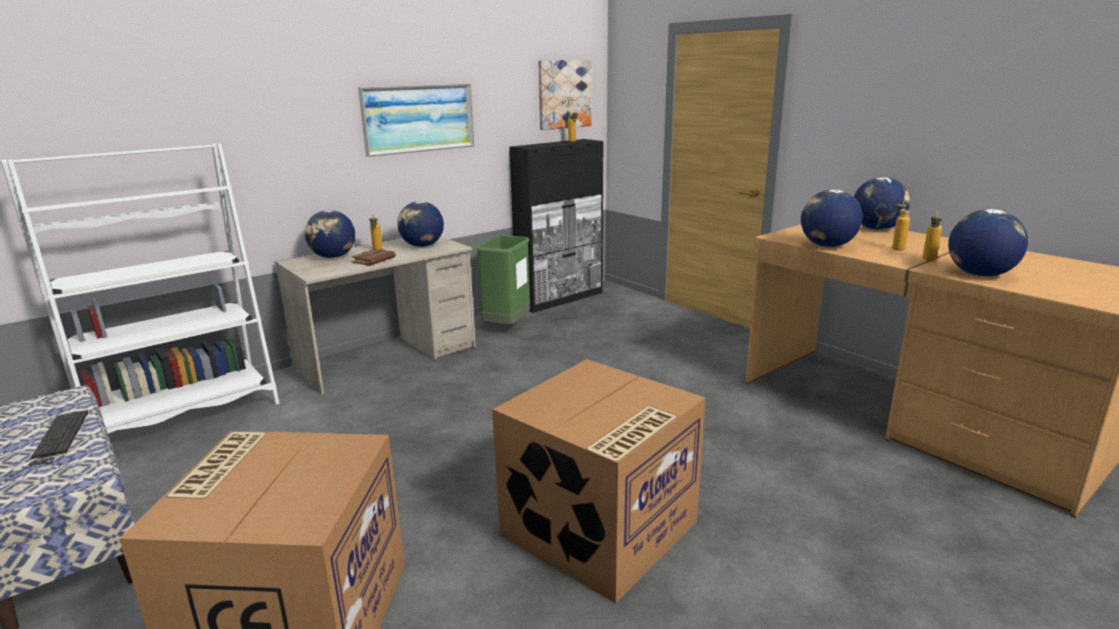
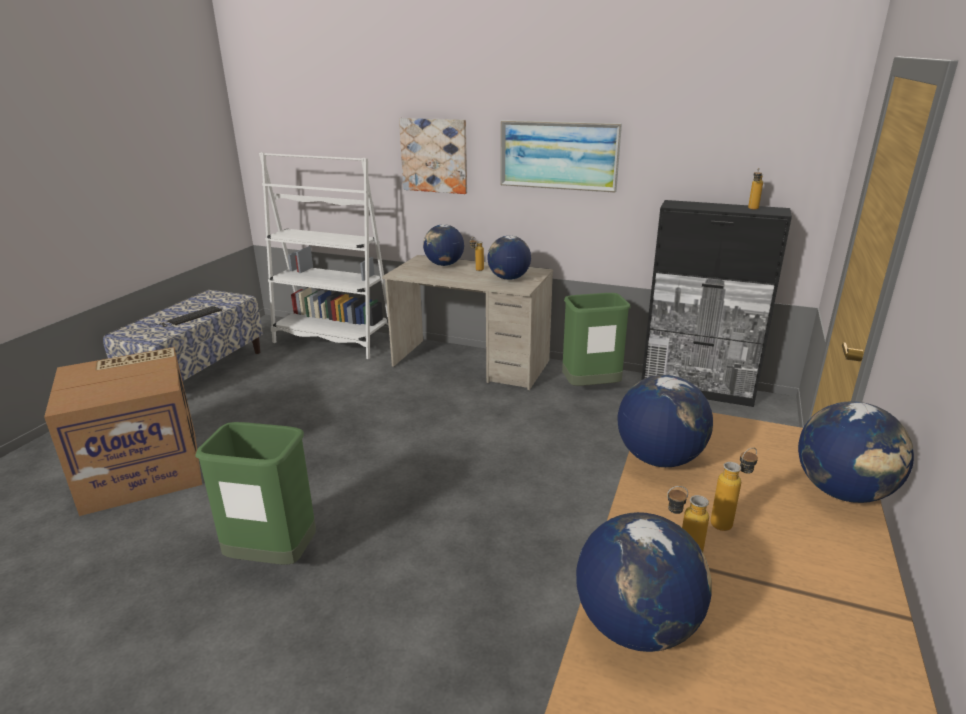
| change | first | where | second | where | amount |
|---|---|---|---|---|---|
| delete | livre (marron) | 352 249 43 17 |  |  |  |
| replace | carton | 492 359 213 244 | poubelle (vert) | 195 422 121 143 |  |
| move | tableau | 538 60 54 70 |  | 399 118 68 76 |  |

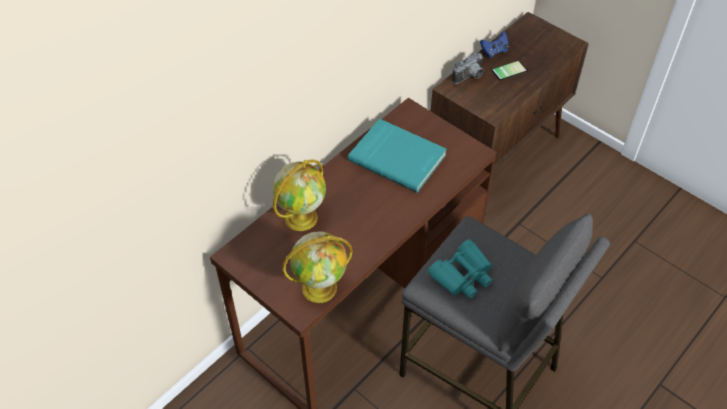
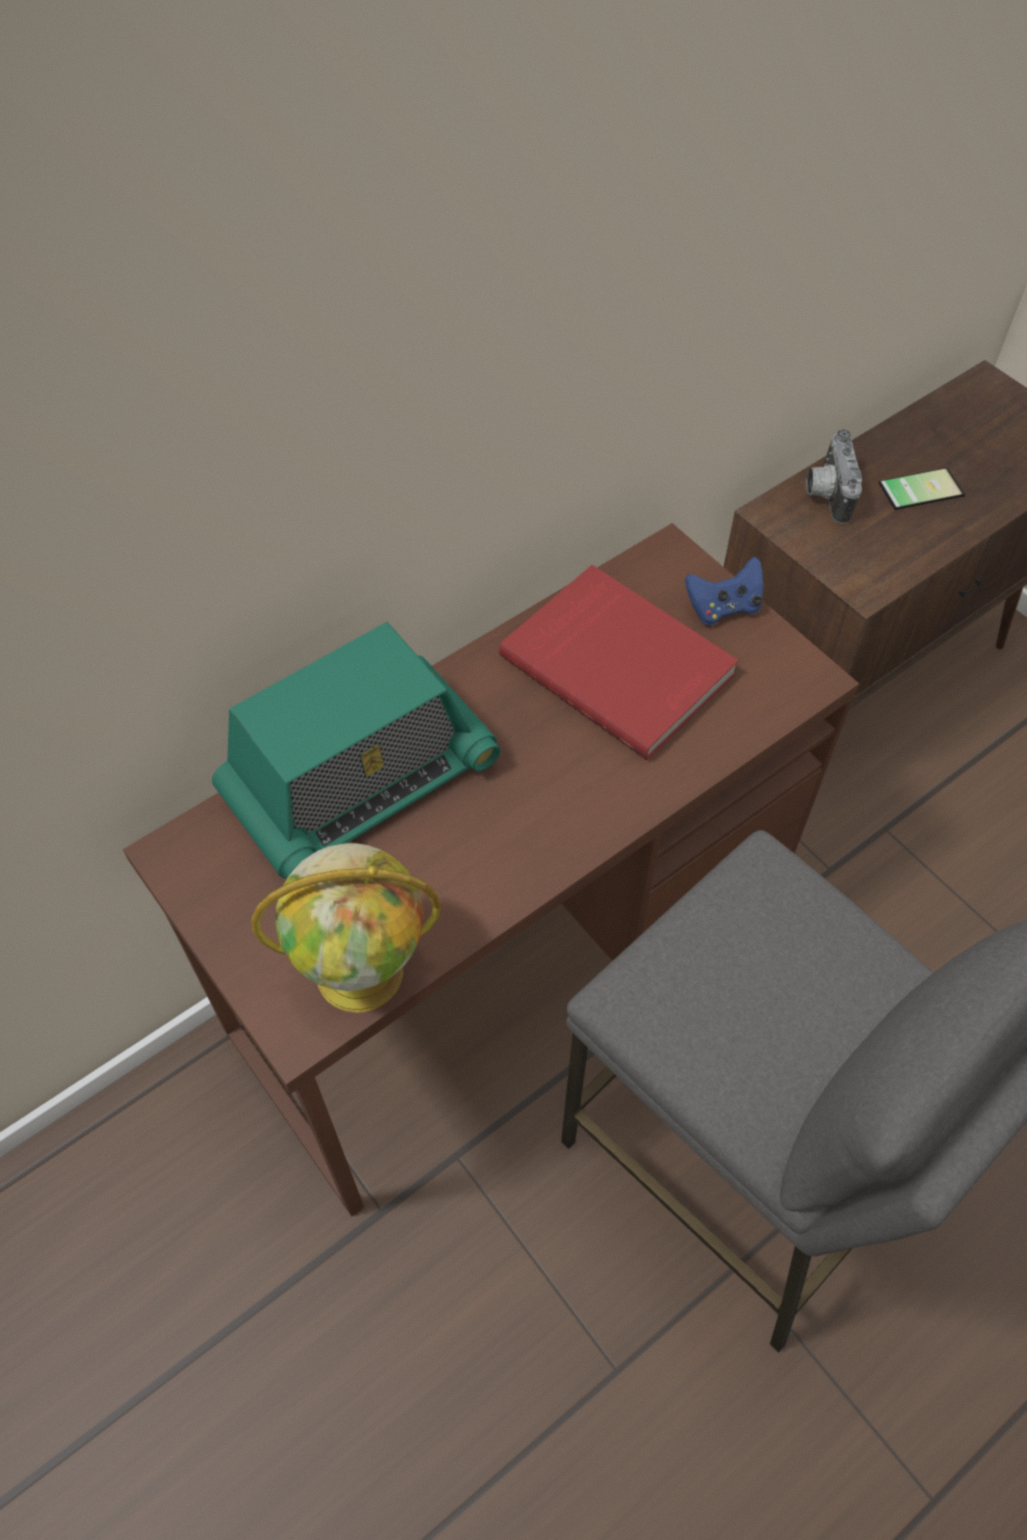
| change | first | where | second | where | amount |
|---|---|---|---|---|---|
| replace | globe | 272 159 54 72 | radio | 212 622 289 256 |  |
| recolor | livre (turquoise) | 348 119 99 74 | livre (rouge) | 499 565 240 195 |  |
| delete | jumelles (turquoise) | 428 239 64 59 |  |  |  |
| rotate | appareil photo | 452 52 31 32 |  | 806 429 56 95 | 120 degrees clockwise |
| move | manette (bleu) | 480 31 29 27 |  | 685 557 79 68 |  |

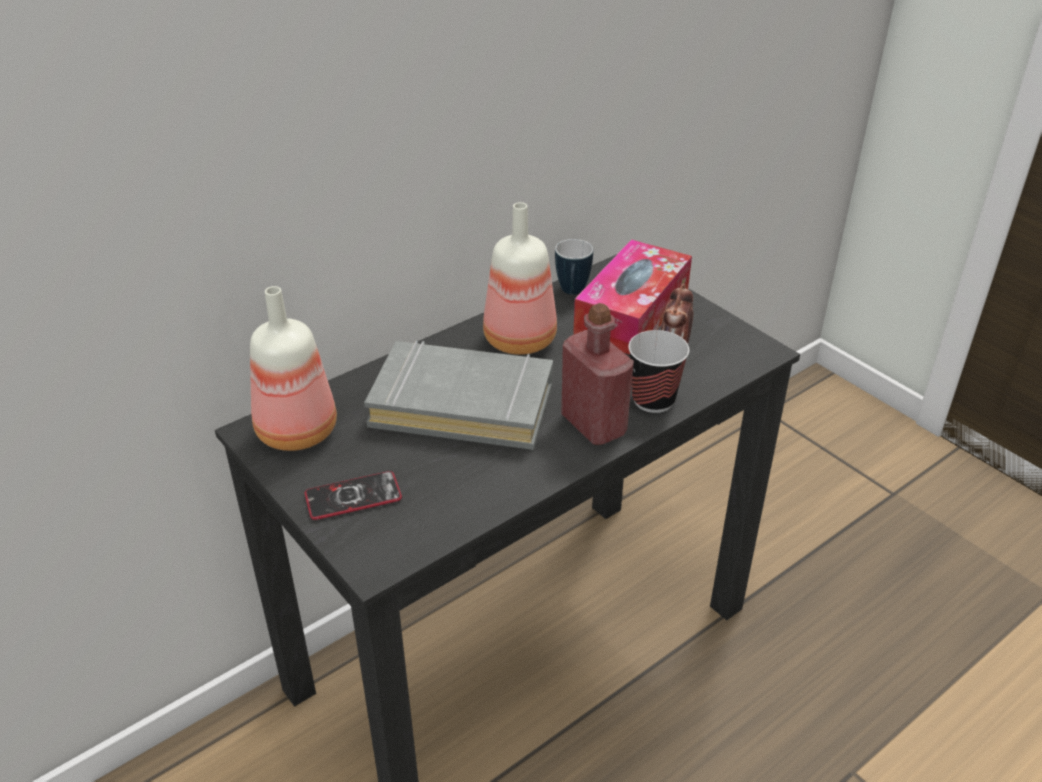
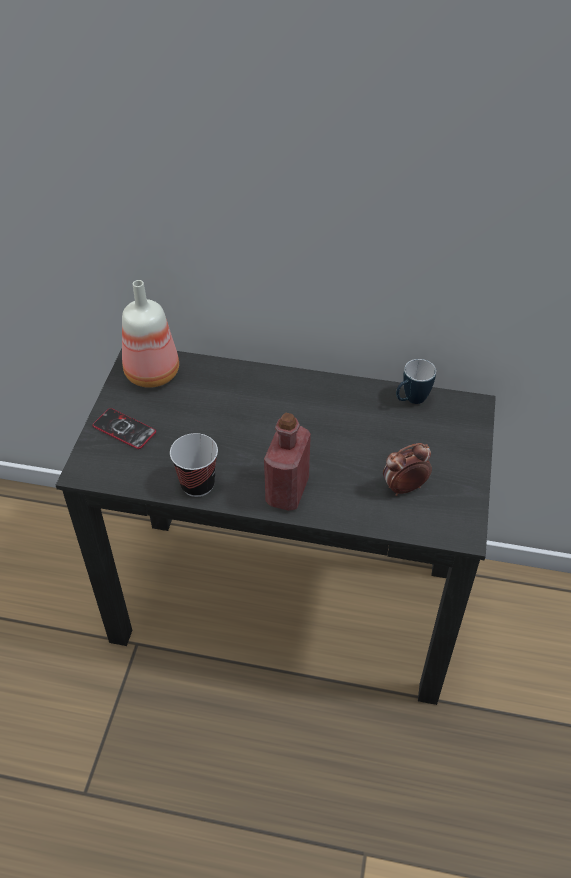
| change | first | where | second | where | amount |
|---|---|---|---|---|---|
| delete | livre (gris) | 364 340 189 110 |  |  |  |
| delete | bouteille | 483 202 74 153 |  |  |  |
| delete | boîte à mouchoirs | 573 239 119 116 |  |  |  |
| move | tasse | 628 330 61 83 |  | 170 433 48 64 |  |

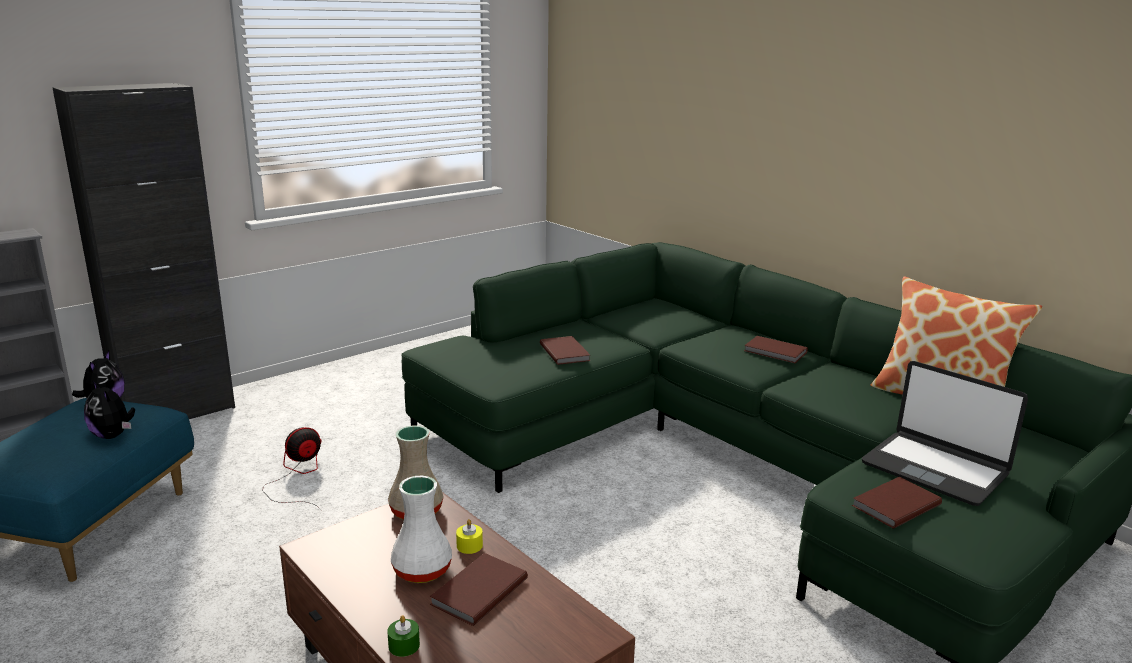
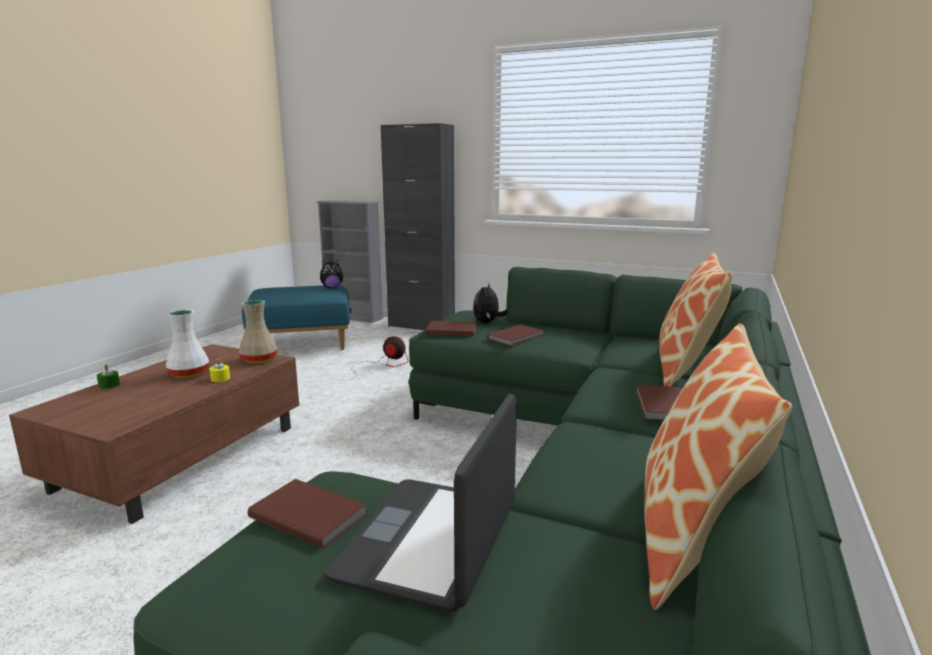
| change | first | where | second | where | amount |
|---|---|---|---|---|---|
| move | peluche | 84 380 51 59 |  | 473 282 35 41 |  |
| move | livre (marron) | 430 553 98 73 |  | 426 321 51 15 |  |
| insert |  |  | coussin | 659 253 74 134 |  |

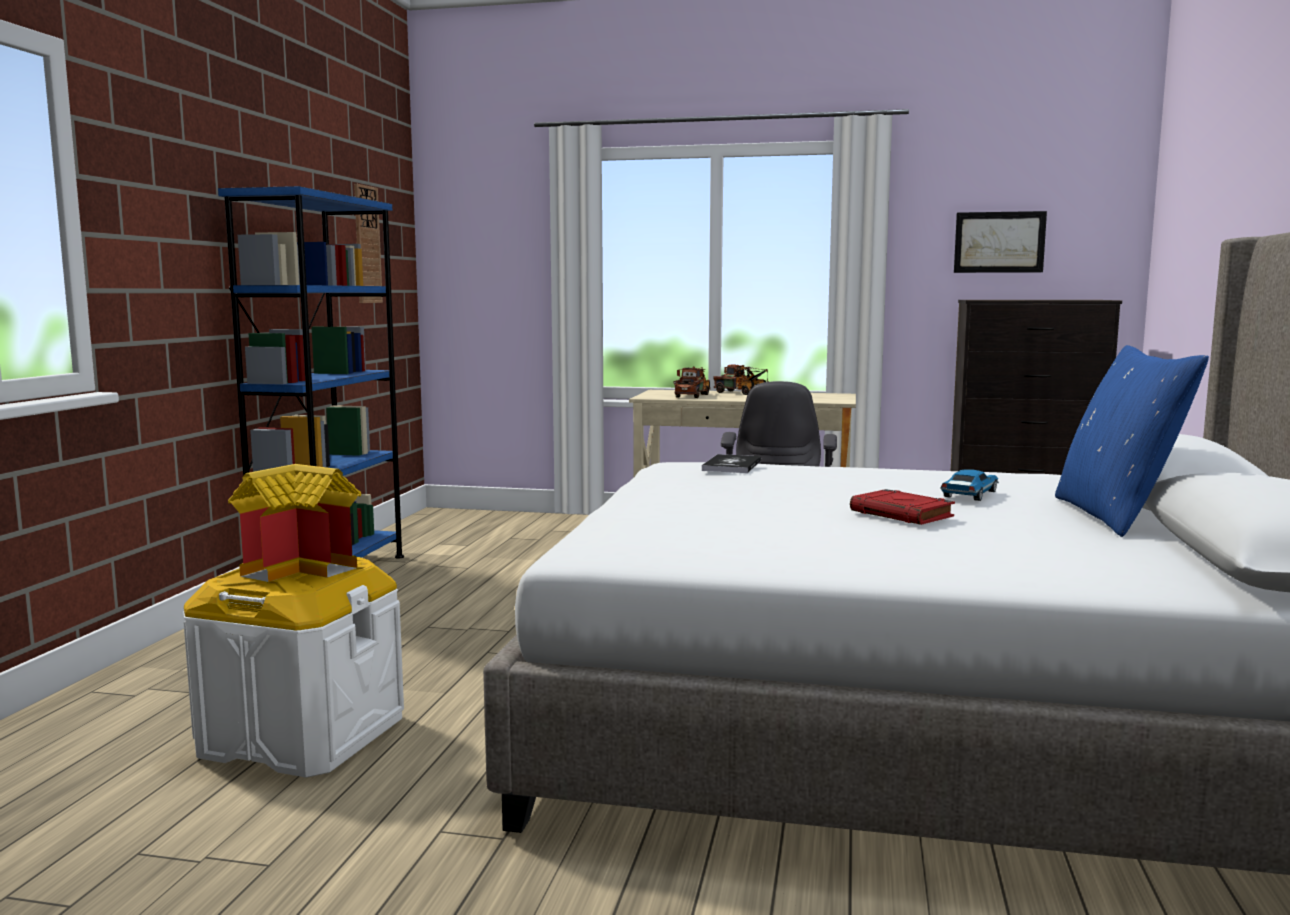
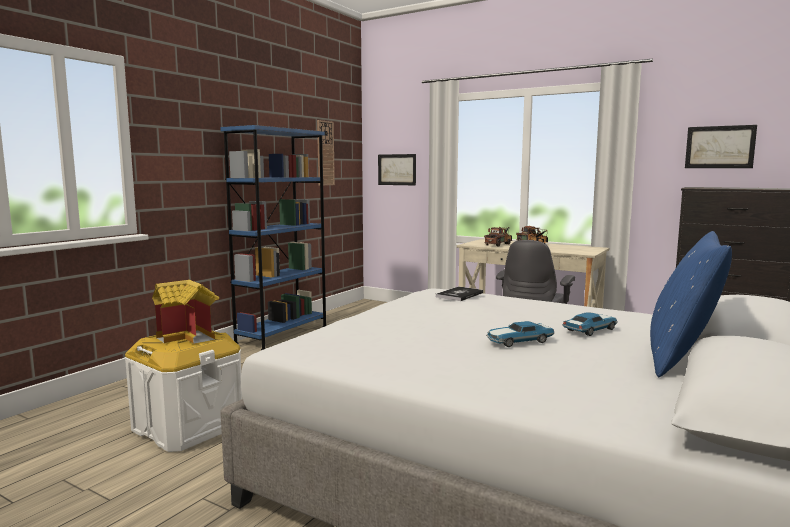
| change | first | where | second | where | amount |
|---|---|---|---|---|---|
| replace | livre (rouge) | 850 489 105 36 | petite voiture | 486 321 69 26 |  |
| insert |  |  | tableau | 378 154 38 31 |  |

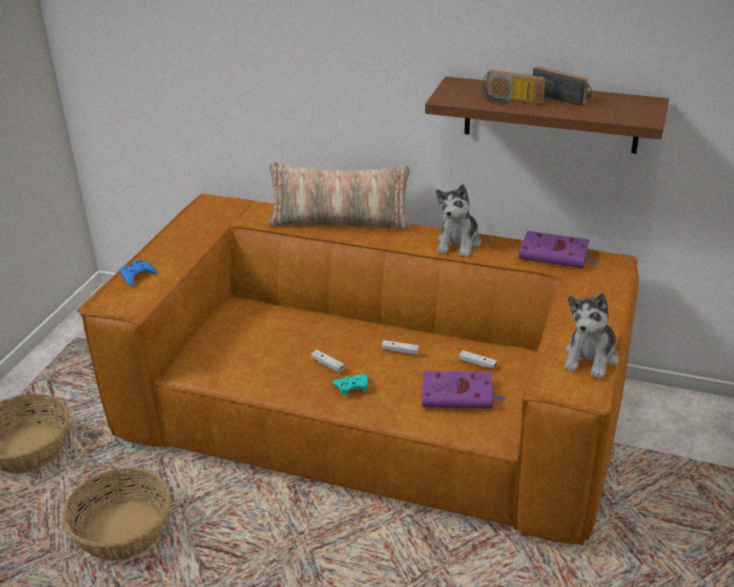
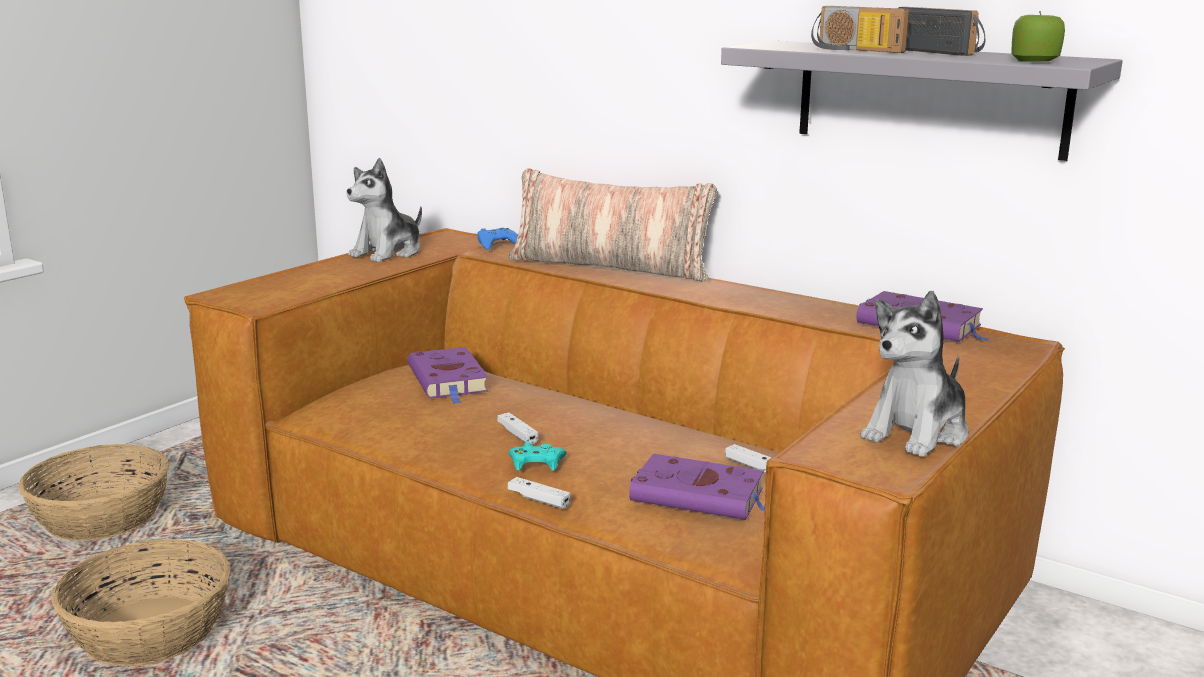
| change | first | where | second | where | amount |
|---|---|---|---|---|---|
| move | manette (bleu) | 119 260 38 26 |  | 477 228 41 22 |  |
| move | manette (blanc) | 381 340 38 15 |  | 508 477 62 32 |  |
| recolor | étagère (marron) | 425 77 244 77 | étagère (gris) | 721 41 402 120 |  |
| move | peluche | 436 184 45 73 |  | 346 158 76 104 |  |
| insert |  |  | livre (violet) | 408 347 80 57 |  |
| insert |  |  | pomme | 1011 11 54 51 |  |

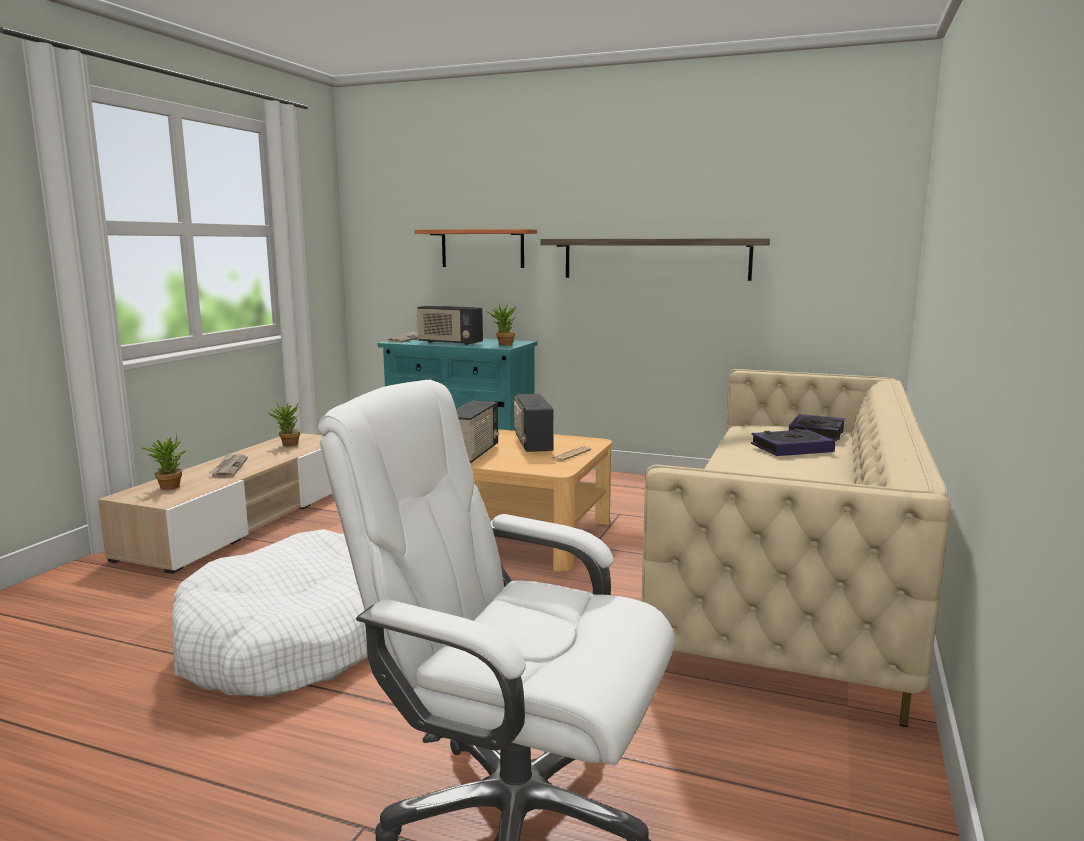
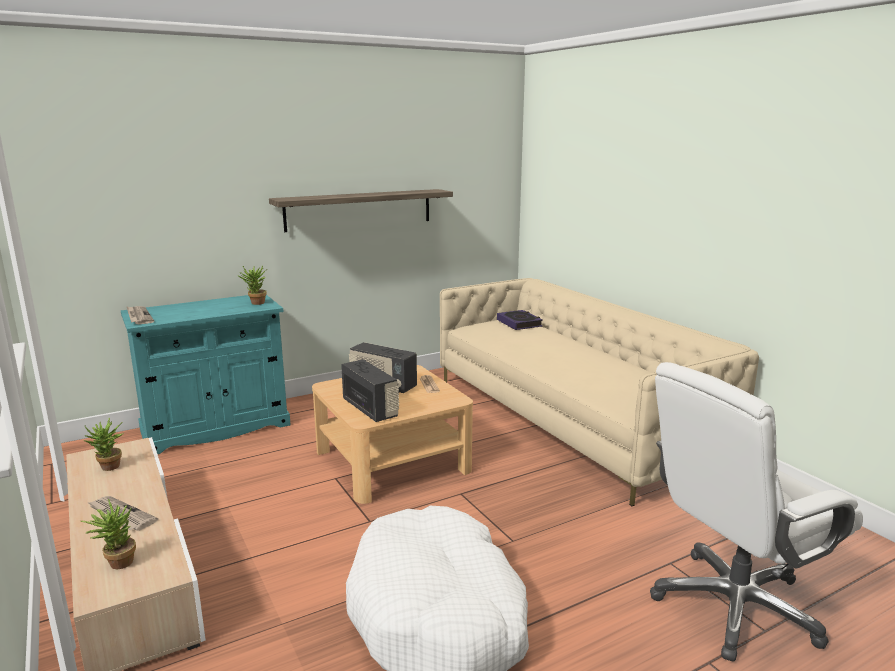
| change | first | where | second | where | amount |
|---|---|---|---|---|---|
| delete | étagère | 415 229 122 39 |  |  |  |
| delete | radio | 416 305 67 40 |  |  |  |
| delete | livre | 751 429 84 27 |  |  |  |

